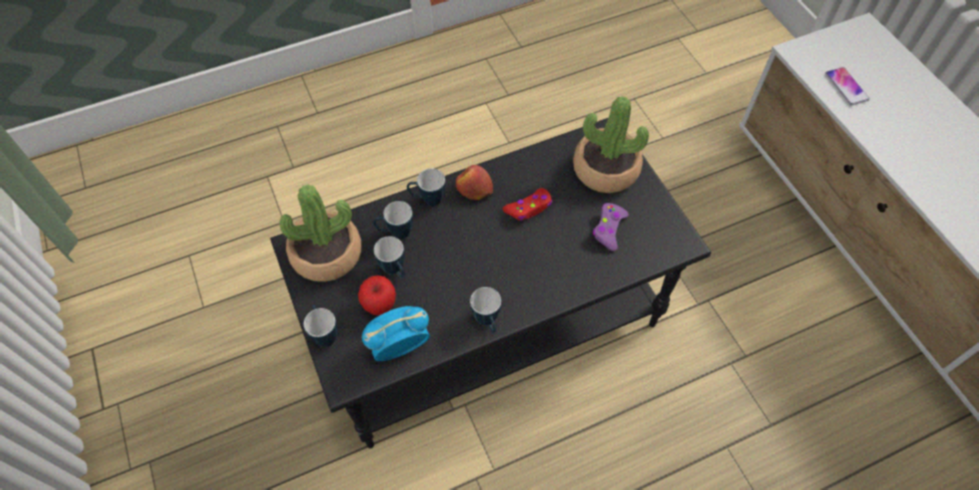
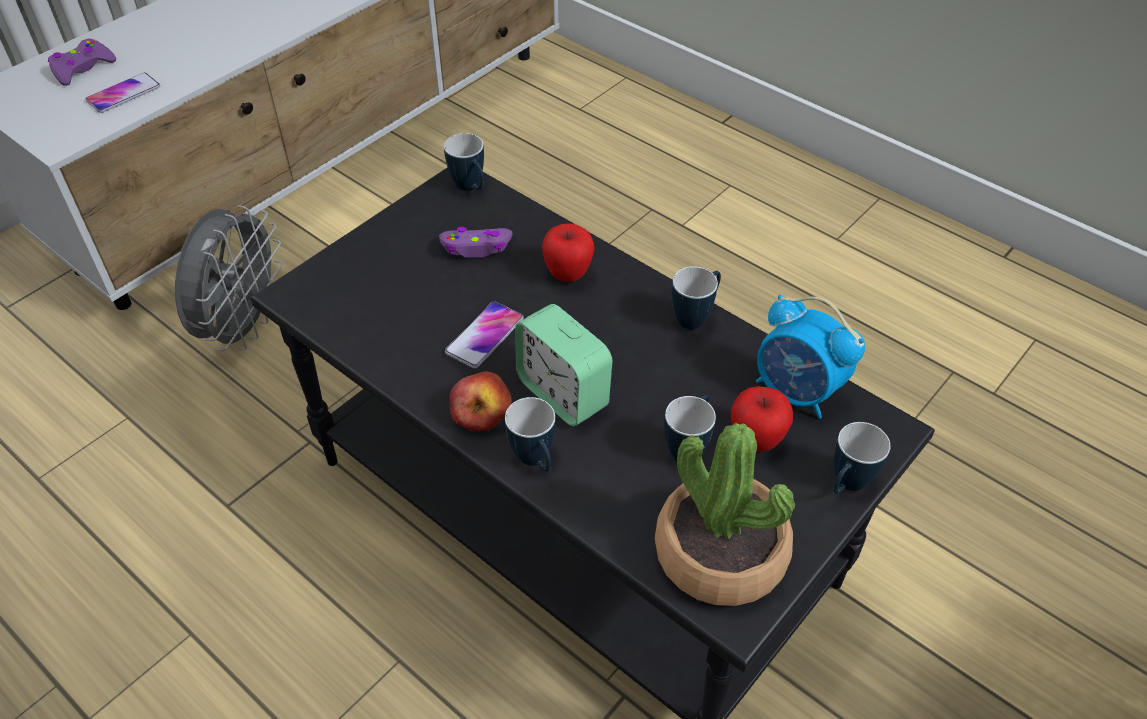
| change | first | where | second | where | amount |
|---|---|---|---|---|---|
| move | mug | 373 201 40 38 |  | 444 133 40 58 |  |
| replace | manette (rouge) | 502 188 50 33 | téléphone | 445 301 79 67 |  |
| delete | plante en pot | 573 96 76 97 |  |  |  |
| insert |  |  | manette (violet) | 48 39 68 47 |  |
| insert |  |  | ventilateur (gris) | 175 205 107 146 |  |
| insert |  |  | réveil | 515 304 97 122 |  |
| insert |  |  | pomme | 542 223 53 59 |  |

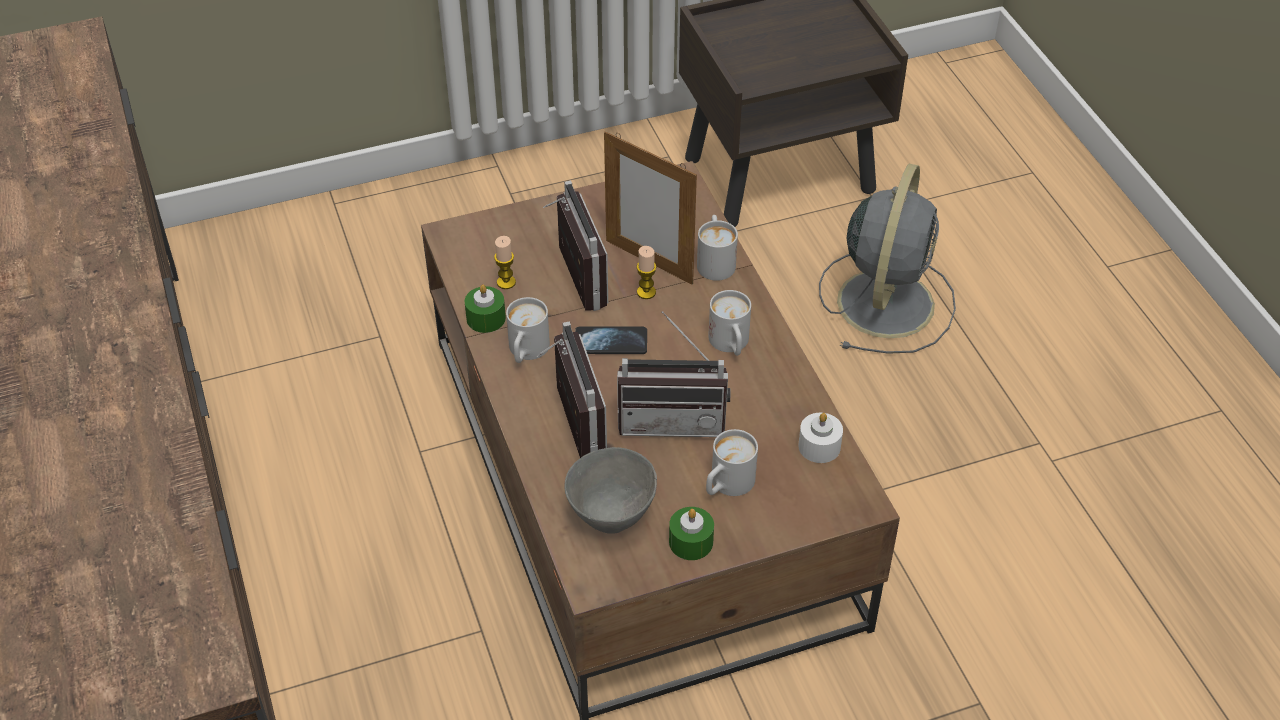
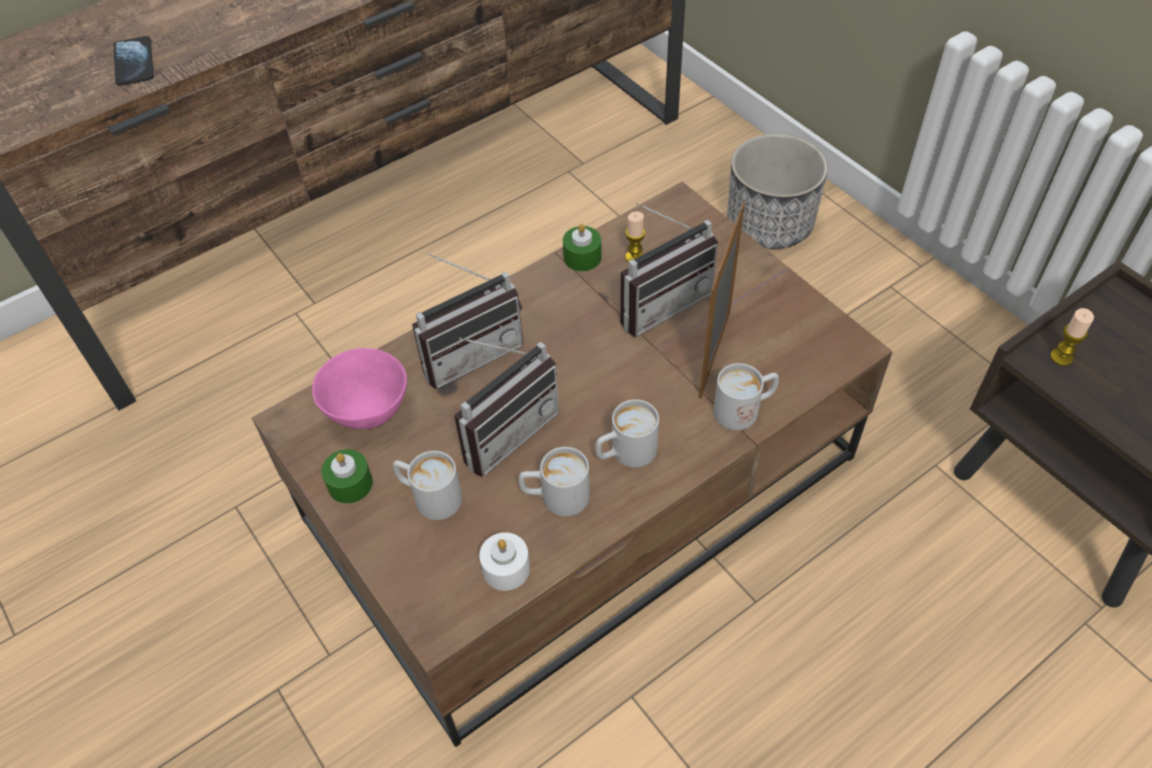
| change | first | where | second | where | amount |
|---|---|---|---|---|---|
| move | mug (blanc) | 506 297 44 66 |  | 519 447 71 69 |  |
| recolor | bol (gris) | 564 447 93 87 | bol (rose) | 312 348 95 81 |  |
| move | téléphone | 575 326 72 28 |  | 114 36 40 50 |  |
| rotate | radio | 617 311 113 126 |  | 454 338 105 139 | 120 degrees counterclockwise |
| move | bougie | 636 246 20 53 |  | 1050 308 44 58 |  |
| delete | ventilateur (gris) | 819 164 137 190 |  |  |  |
| insert |  |  | cache-pot | 727 133 101 116 |  |

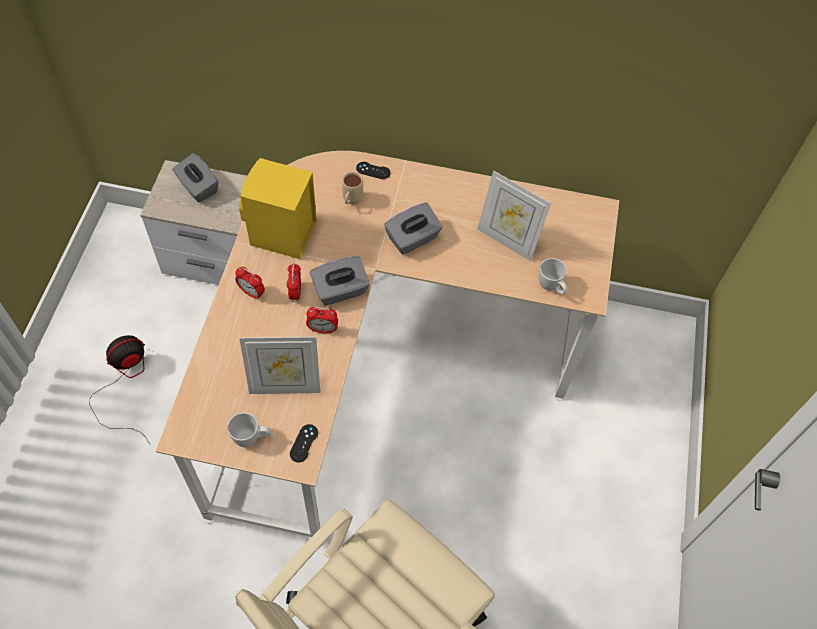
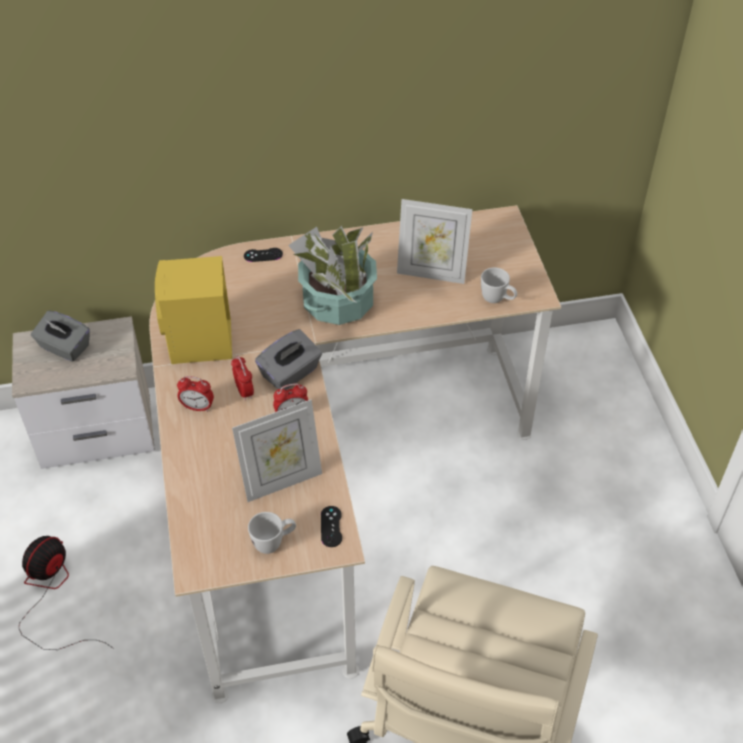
| change | first | where | second | where | amount |
|---|---|---|---|---|---|
| delete | mug (beige) | 342 172 21 33 |  |  |  |
| replace | boîte à mouchoirs (gris) | 384 203 59 52 | plante en pot | 288 226 89 99 |  |

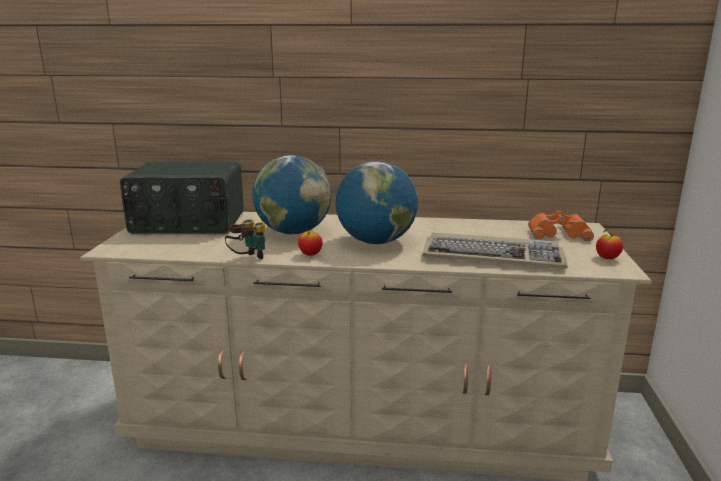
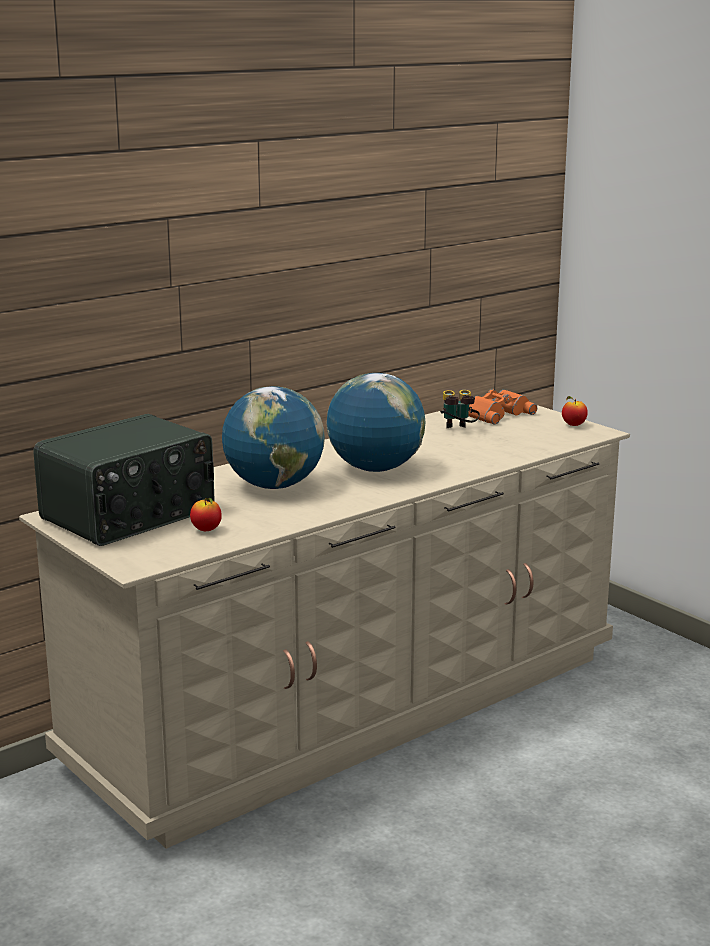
| change | first | where | second | where | amount |
|---|---|---|---|---|---|
| move | jumelles | 225 219 40 40 |  | 440 390 40 38 |  |
| move | pomme | 298 230 25 26 |  | 190 498 32 33 |  |
| delete | clavier | 422 232 146 37 |  |  |  |

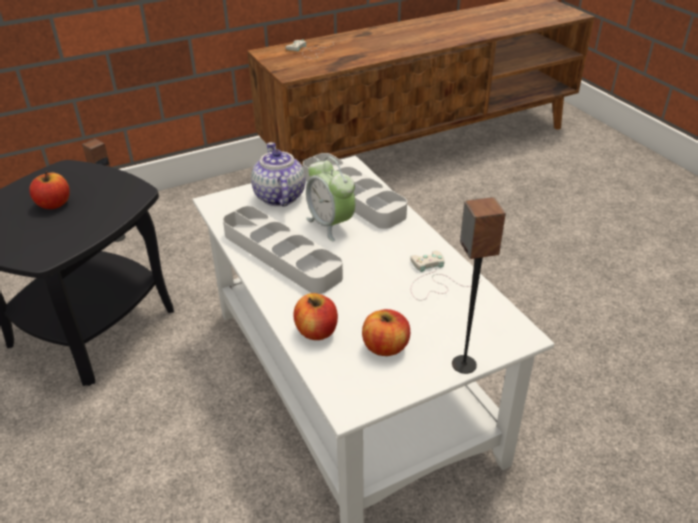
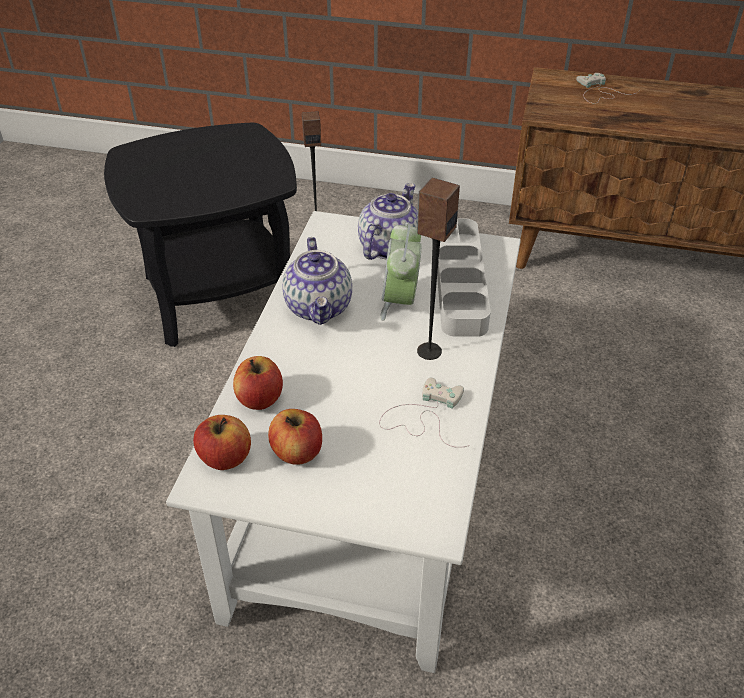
| change | first | where | second | where | amount |
|---|---|---|---|---|---|
| move | pomme | 29 172 41 37 |  | 193 415 58 55 |  |
| replace | plateau (gris) | 223 206 120 88 | théière | 282 237 70 88 |  |
| move | enceinte | 452 197 54 177 |  | 417 178 43 182 |  |

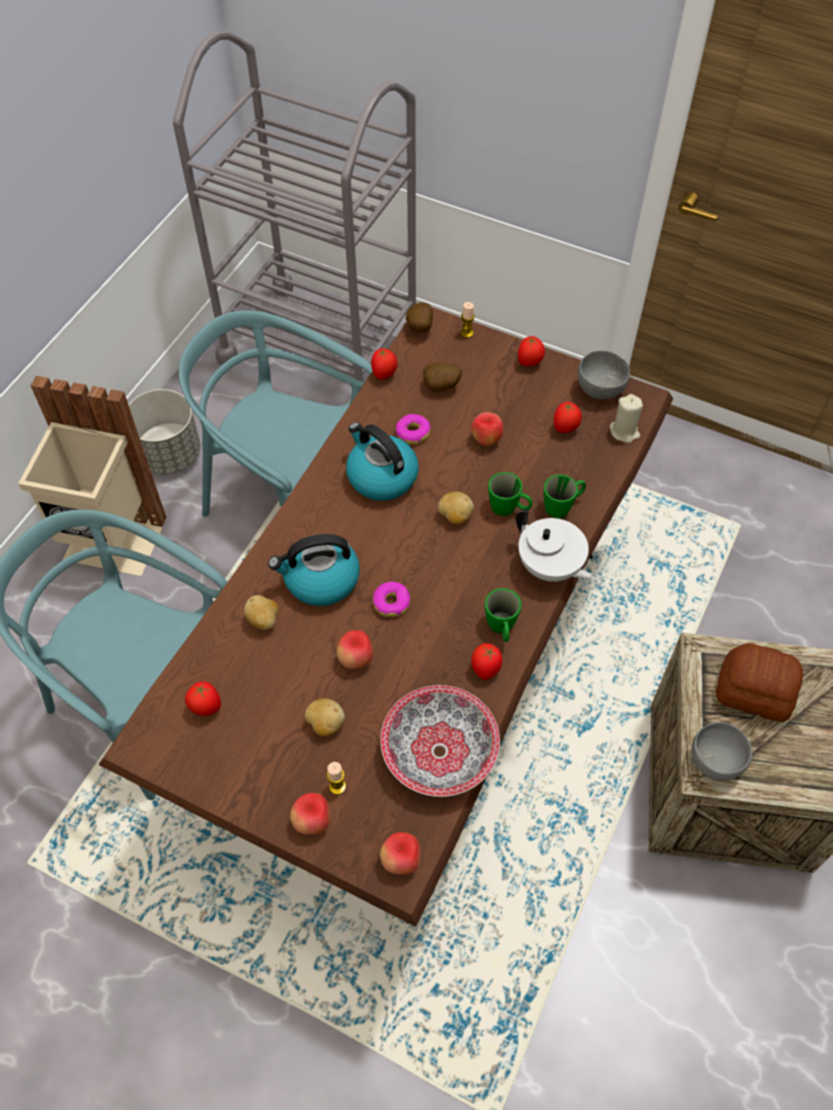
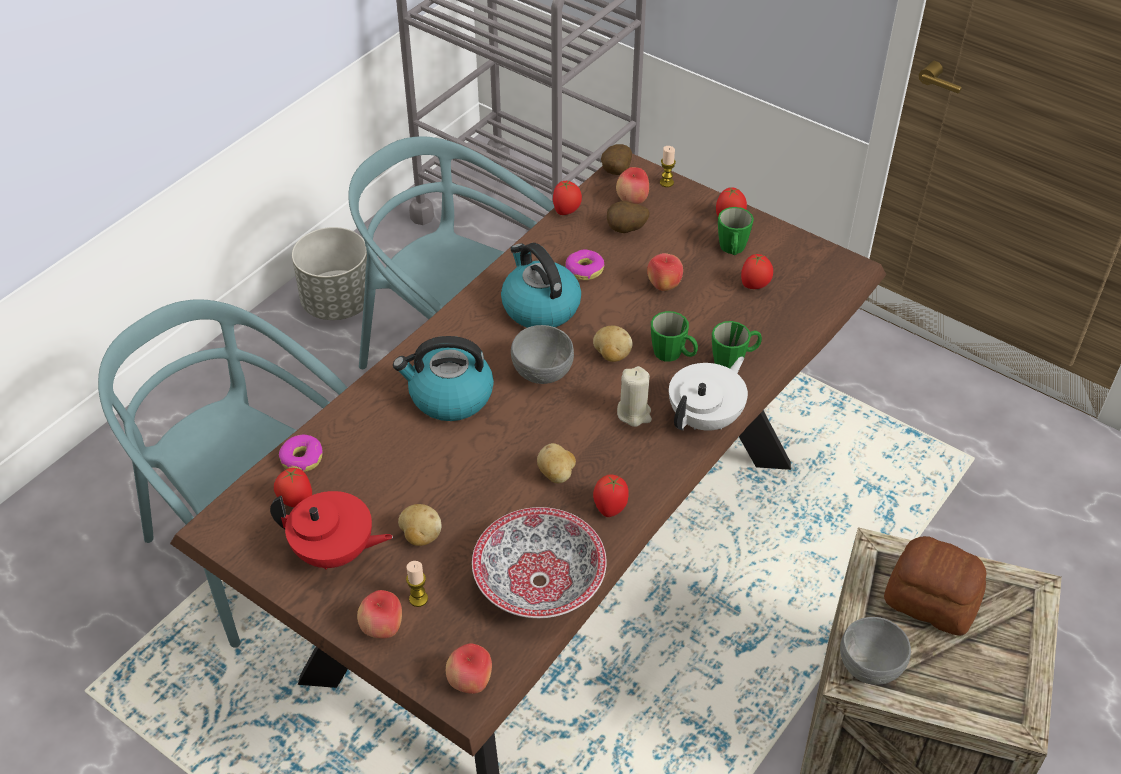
| change | first | where | second | where | amount |
|---|---|---|---|---|---|
| delete | poubelle (beige) | 18 376 149 200 |  |  |  |
| move | pomme de terre | 244 595 35 35 |  | 537 443 39 40 |  |
| move | pomme | 337 630 36 39 |  | 616 167 33 37 |  |
| move | beignet | 373 582 37 35 |  | 279 435 44 37 |  |
| move | mug (vert) | 485 588 36 54 |  | 718 207 36 48 |  |
| rotate | théière (blanc) | 516 509 81 73 |  | 669 357 79 74 | 105 degrees counterclockwise |
| move | bol (gris) | 578 350 52 49 |  | 511 325 63 59 |  |
| move | bougie (beige) | 610 394 33 49 |  | 617 366 35 61 |  |
| insert |  |  | théière (rouge) | 270 491 123 79 |  |

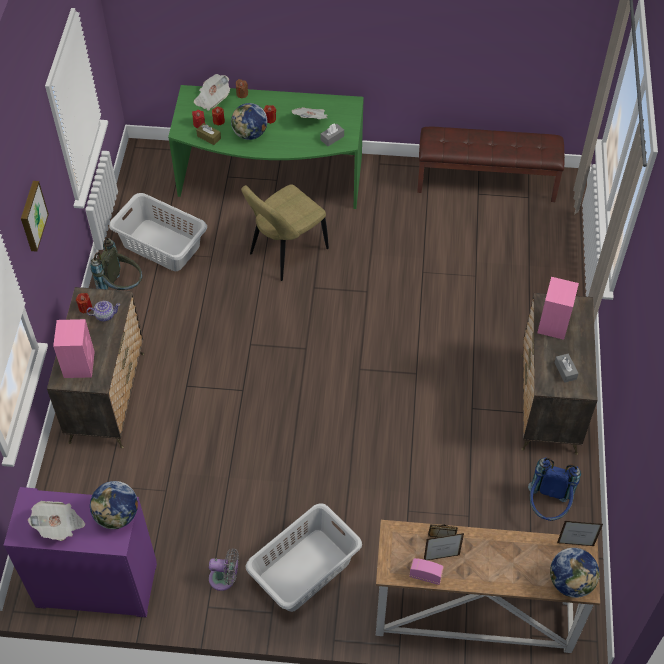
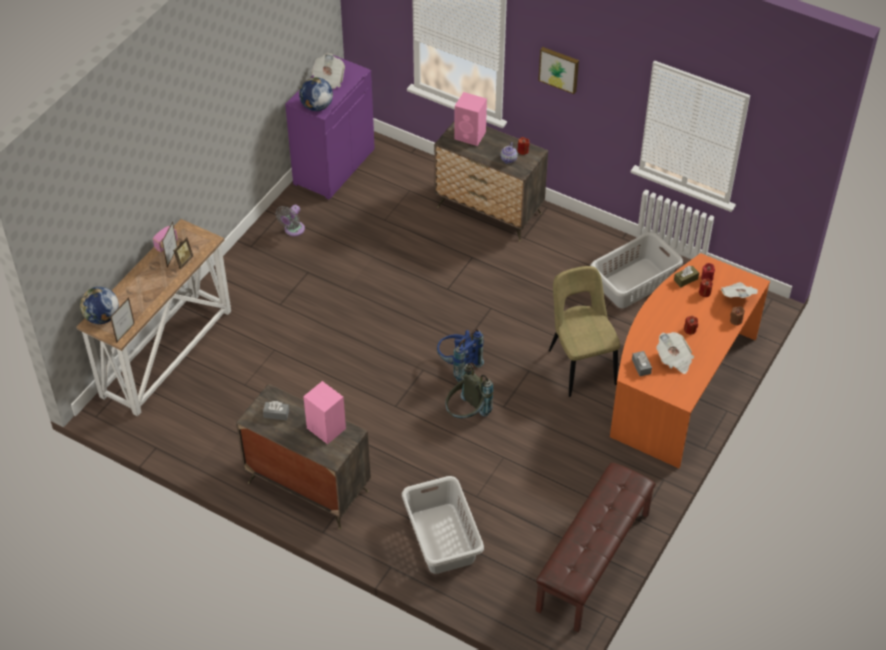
| change | first | where | second | where | amount |
|---|---|---|---|---|---|
| move | sac à dos (gris) | 90 238 52 52 |  | 445 363 49 55 |  |
| recolor | bureau (vert) | 168 85 196 124 | bureau (orange) | 610 253 160 215 |  |
| delete | globe | 231 103 36 37 |  |  |  |
| move | panier à linge (gris) | 246 503 116 109 |  | 402 476 82 98 |  |
| move | sac à dos (bleu) | 528 457 53 64 |  | 437 329 47 53 |  |

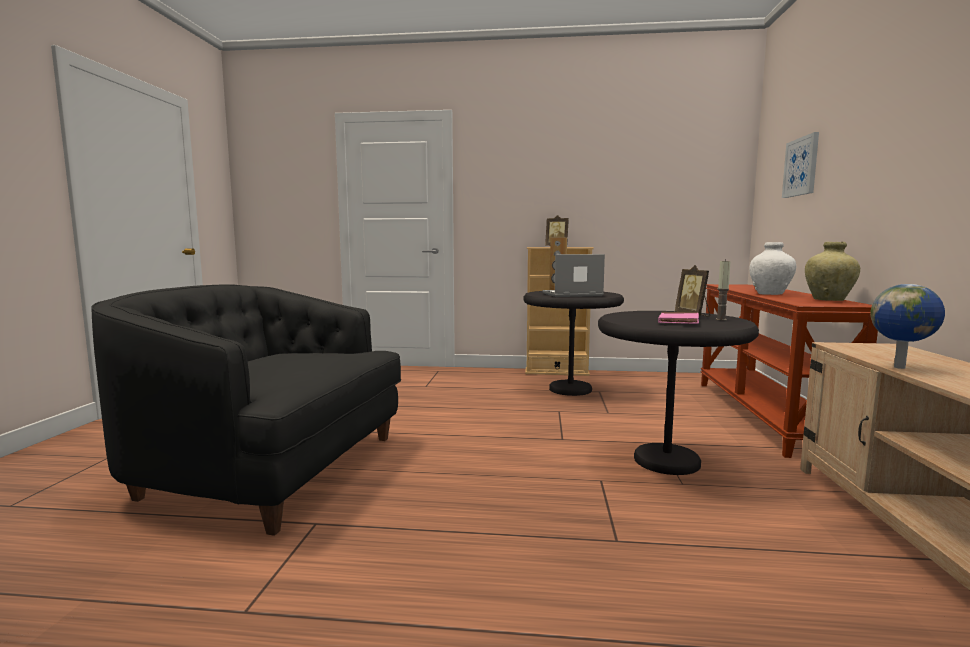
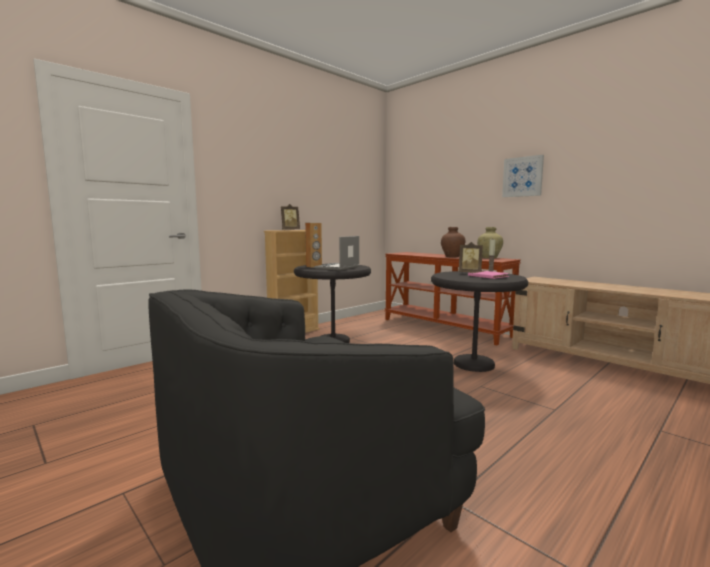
| change | first | where | second | where | amount |
|---|---|---|---|---|---|
| recolor | vase (blanc) | 749 242 47 53 | vase (marron) | 441 227 24 31 |  |
| move | tableau | 782 132 37 66 |  | 502 155 42 42 |  |
| delete | globe | 871 284 74 85 |  |  |  |

